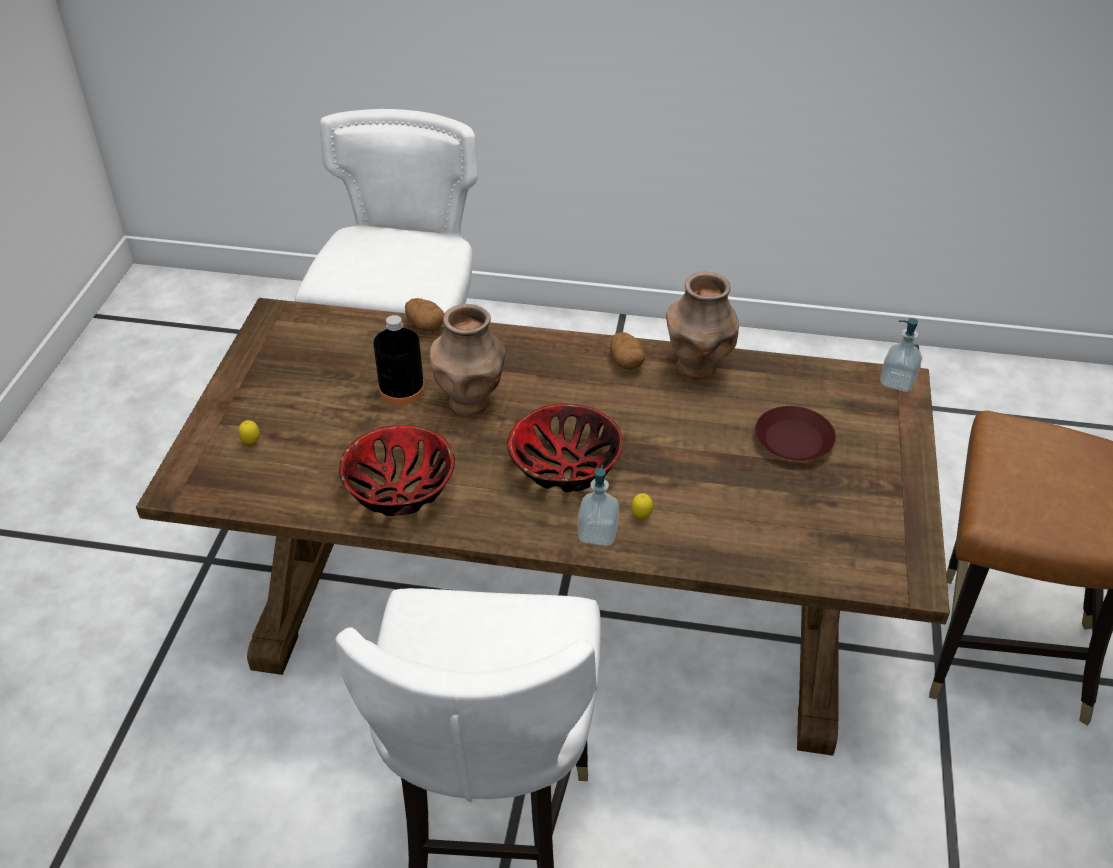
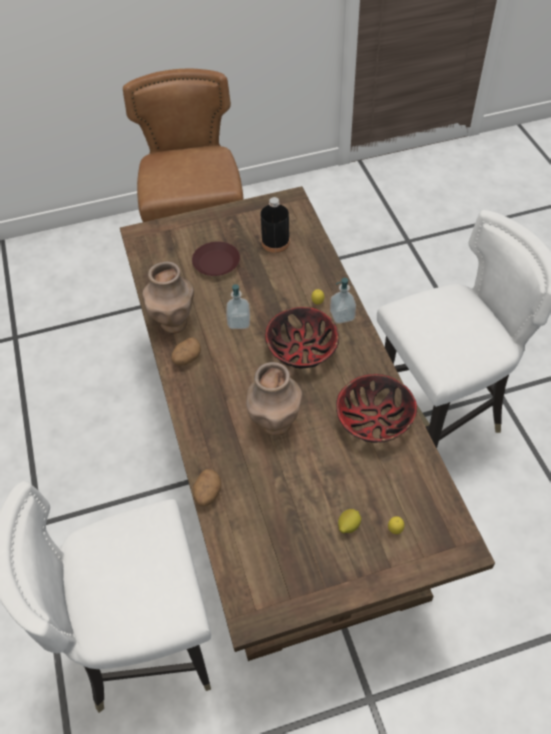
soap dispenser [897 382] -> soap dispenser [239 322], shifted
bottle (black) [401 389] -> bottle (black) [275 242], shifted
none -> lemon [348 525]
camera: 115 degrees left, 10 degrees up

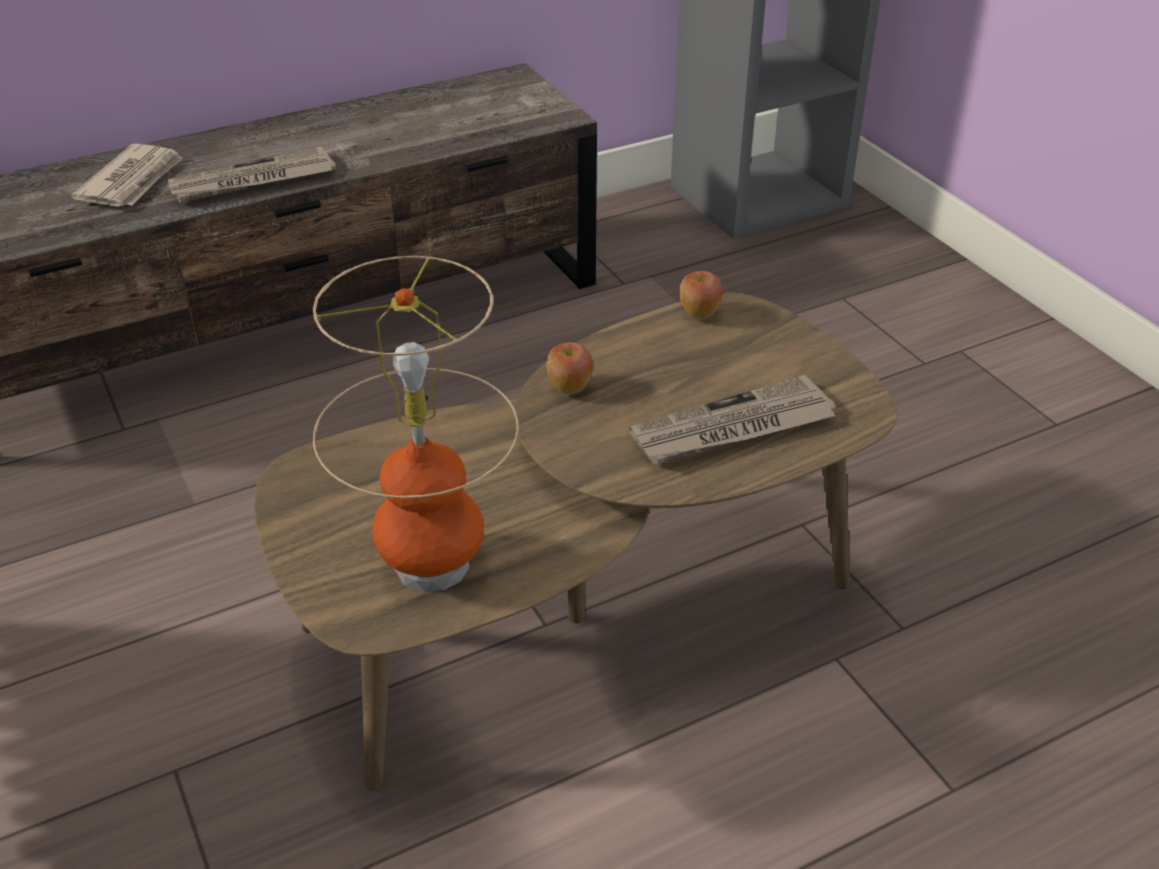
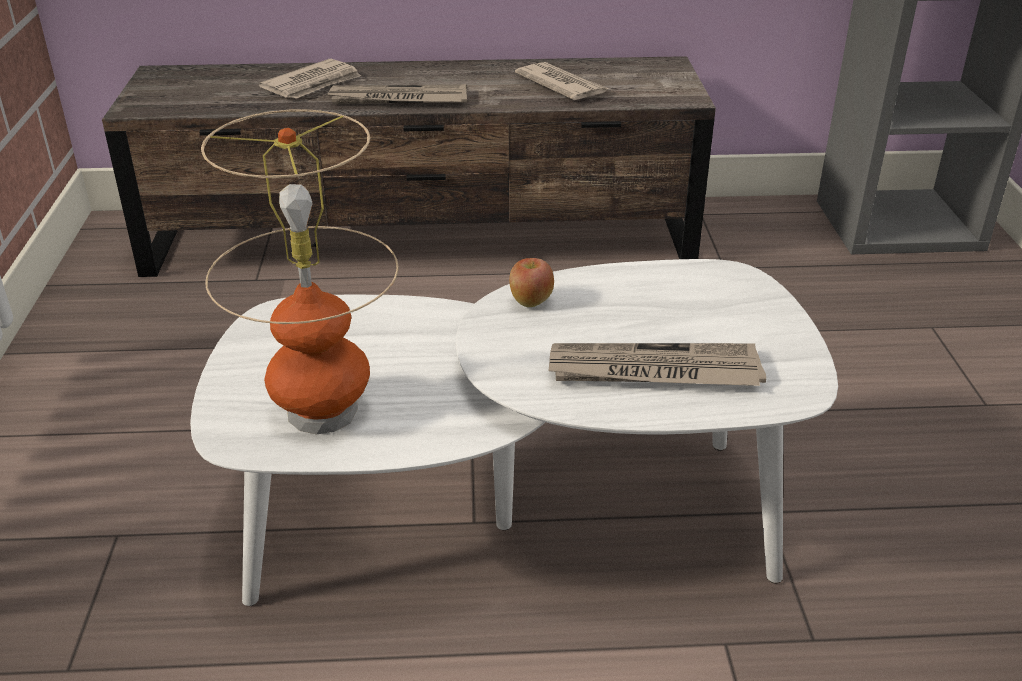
coffee table (brown) [581 610] -> coffee table (white) [512 520]
none -> newspaper [561 85]
apple [698 313] -> none
camera: 25 degrees right, 5 degrees down

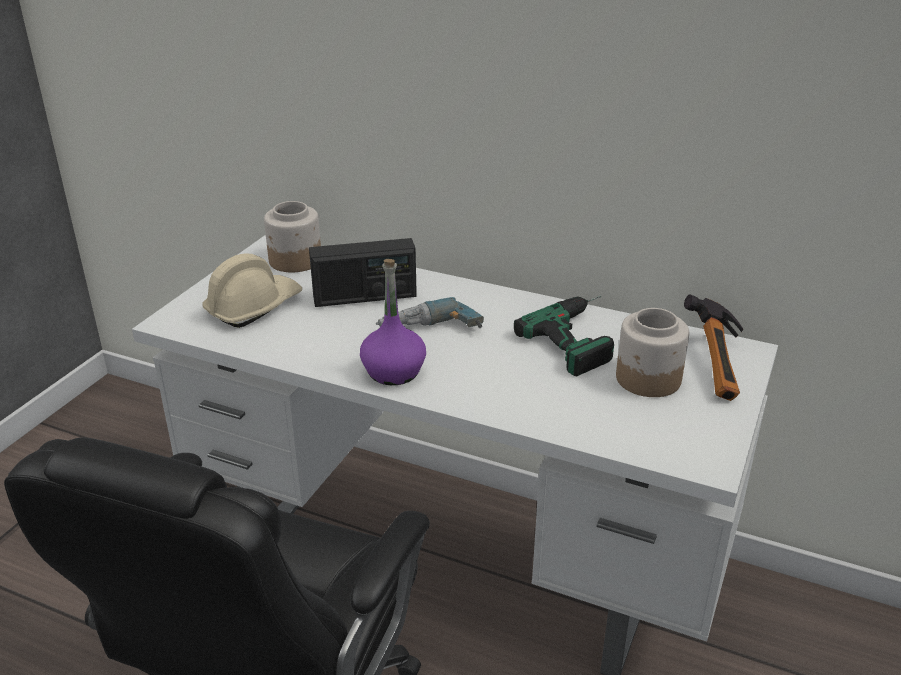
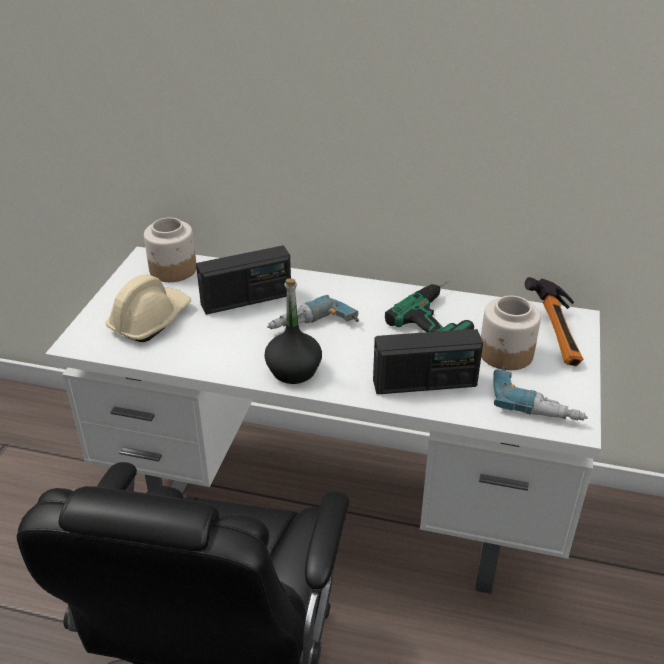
bottle (purple) [393 371] -> bottle (black) [293 370]
none -> radio [424 383]
none -> power drill [537 402]
camera: 10 degrees left, 5 degrees up

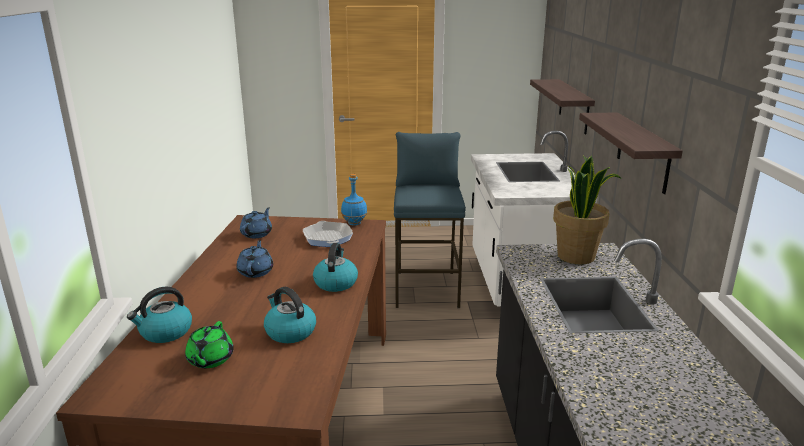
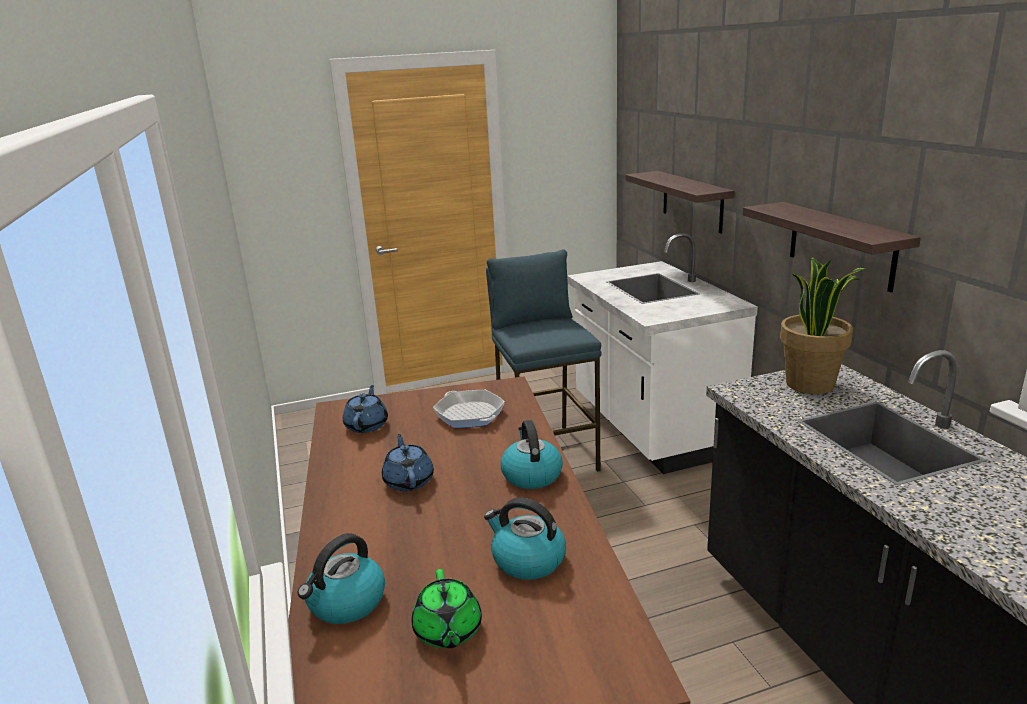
bottle (blue) [354 223] -> none
camera: 15 degrees left, 0 degrees up

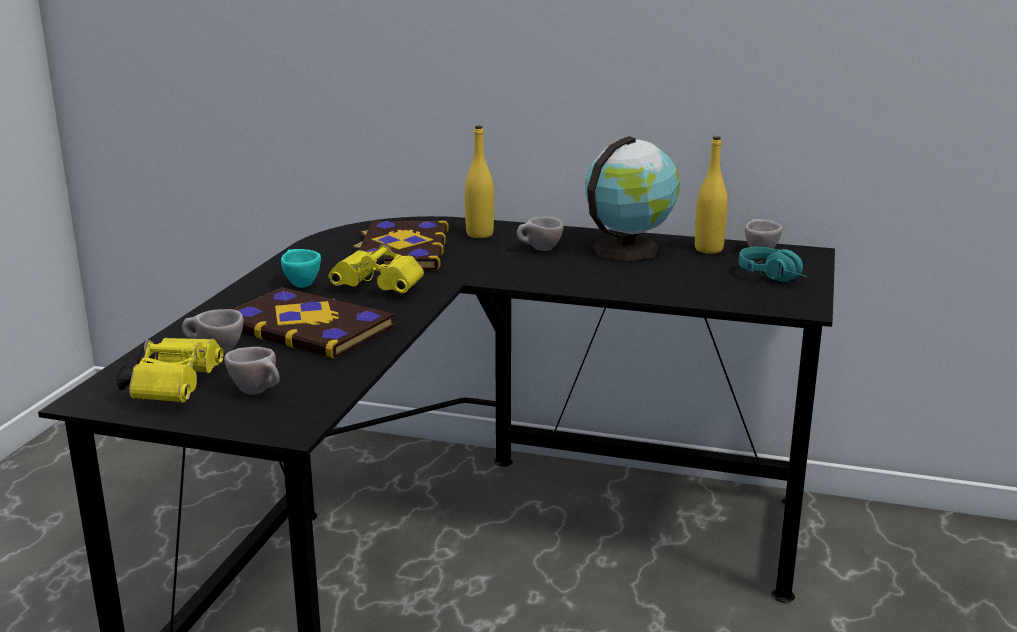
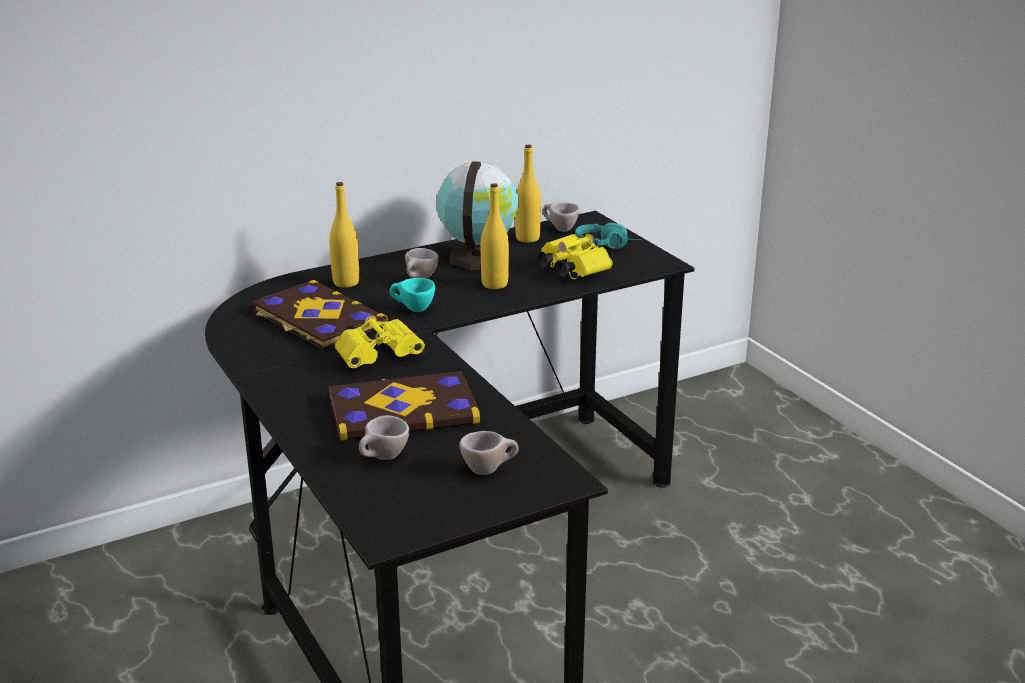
cup (turquoise) [299 284] -> cup (turquoise) [413 310], shifted
none -> bottle (yellow) [494 284]
binoculars (yellow) [175 387] -> binoculars (yellow) [571 269], shifted
camera: 45 degrees left, 5 degrees up

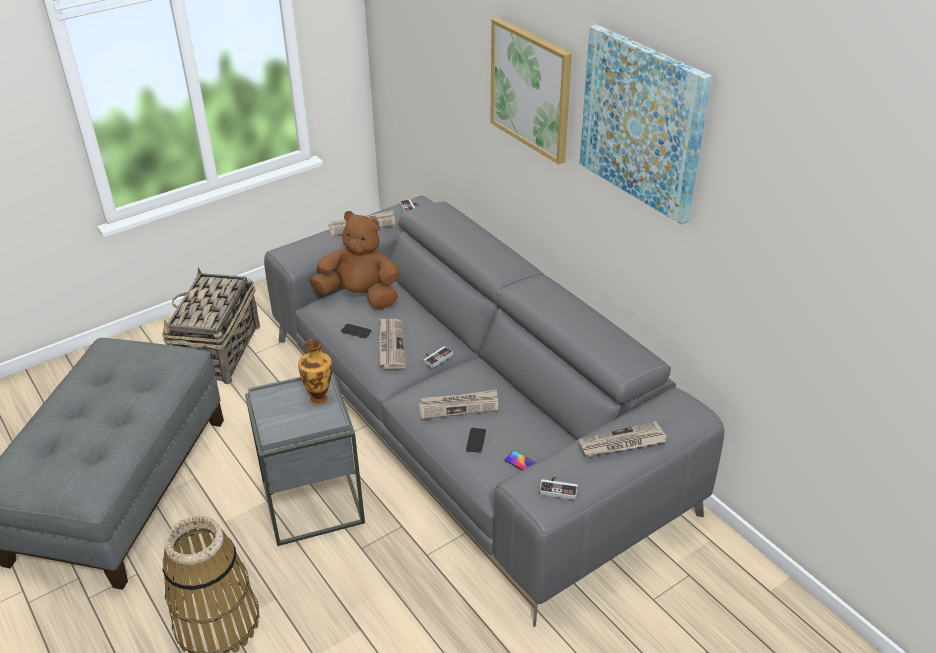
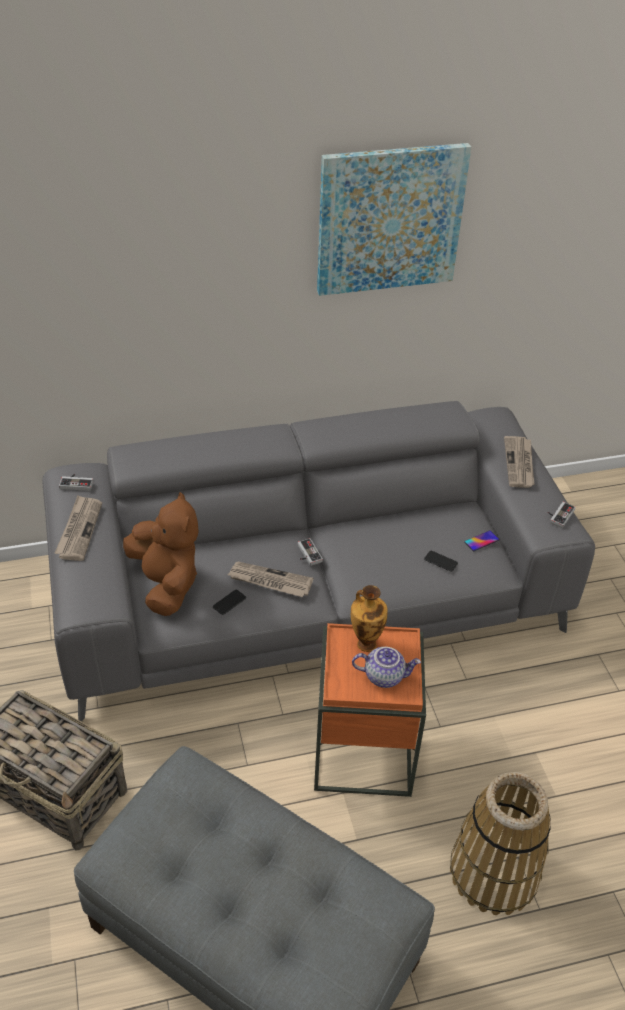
plush toy (brown) [360 296] -> plush toy (brown) [166 584], 120 degrees clockwise
side table (grey) [313 502] -> side table (orange) [363 751]
none -> teapot [384 675]
newspaper [459 406] -> none
picture [531 89] -> none
camera: 70 degrees left, 5 degrees up

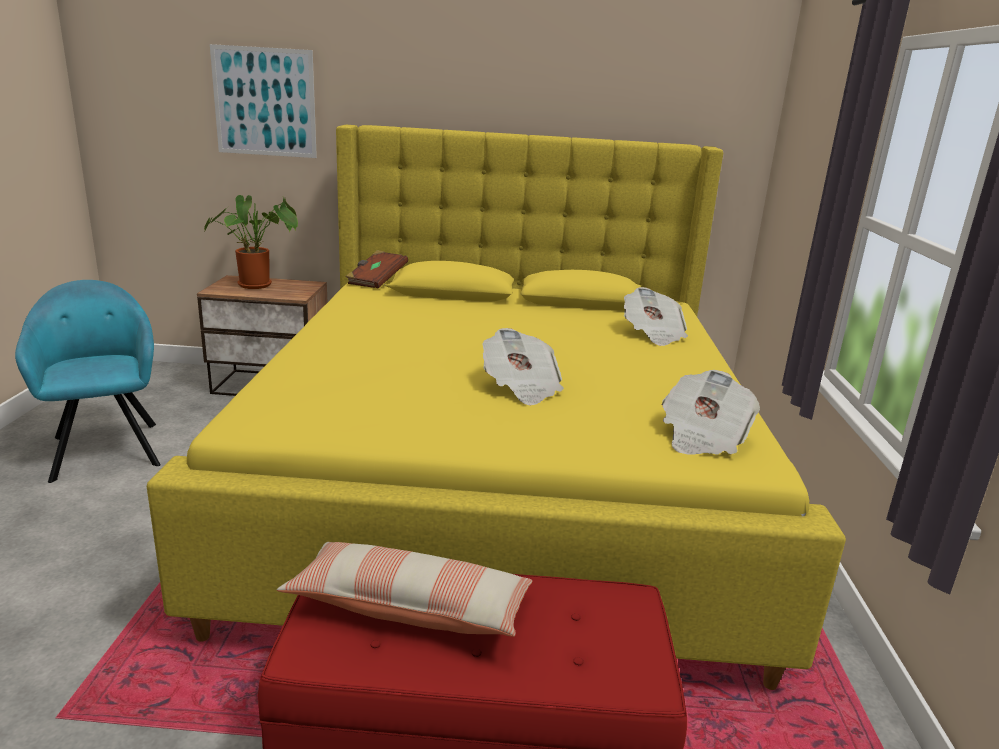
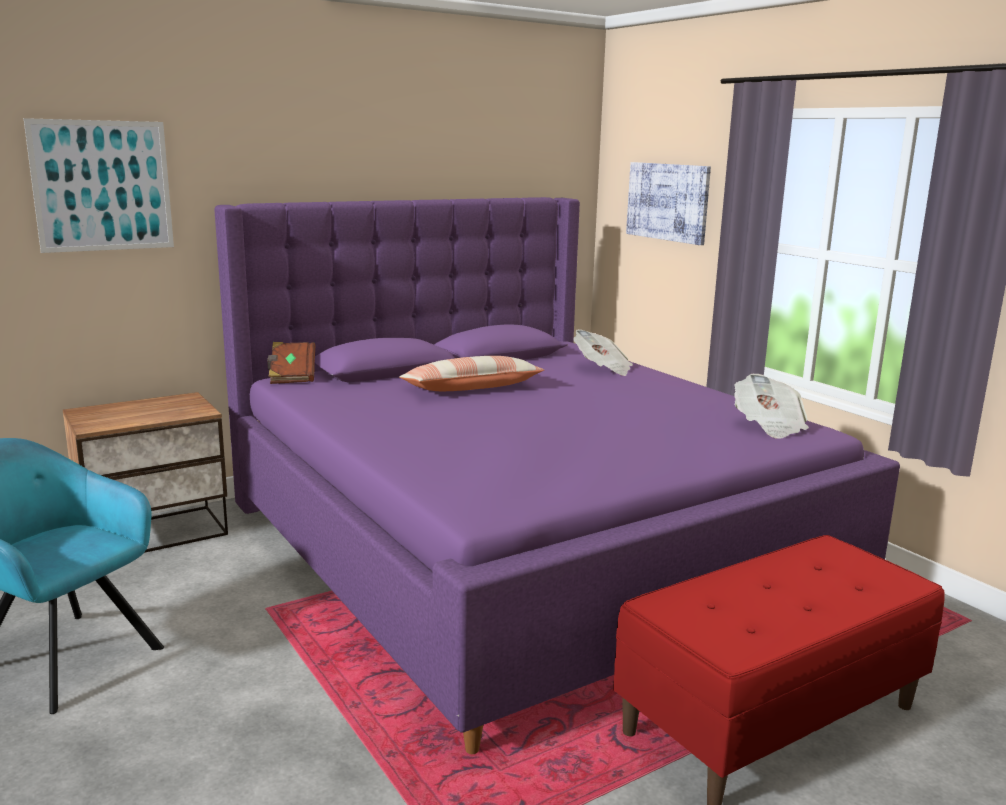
bed (yellow) [503 488] -> bed (purple) [523 546]
pillow [410 607] -> pillow [471 388], shifted
none -> picture [668 202]
potted plant [259 285] -> none
newspaper [521 387] -> none
camera: 35 degrees left, 5 degrees down

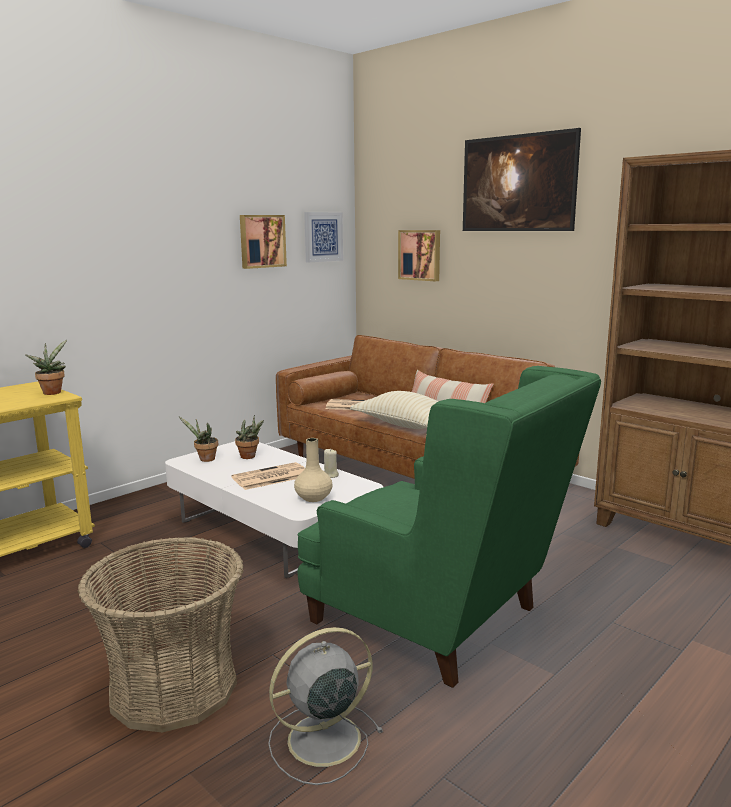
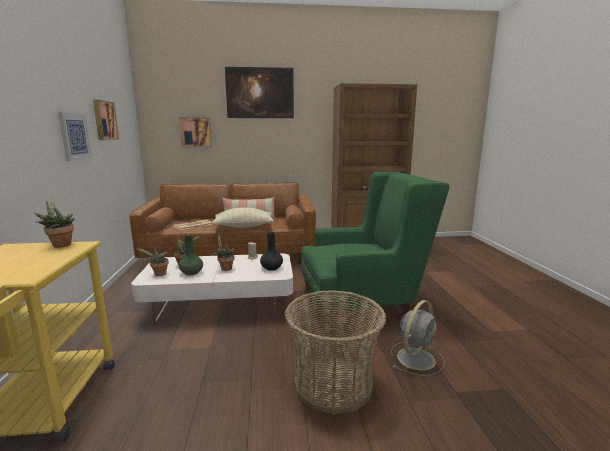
picture [323 237] -> picture [74 136], shifted
none -> vase (green) [191 273]
newspaper [270 477] -> potted plant [225 268]
vase (beige) [313 498] -> vase (black) [271 268]
fan (grey) [321 740] -> fan (grey) [416 358], 150 degrees counterclockwise
camera: 50 degrees left, 0 degrees up

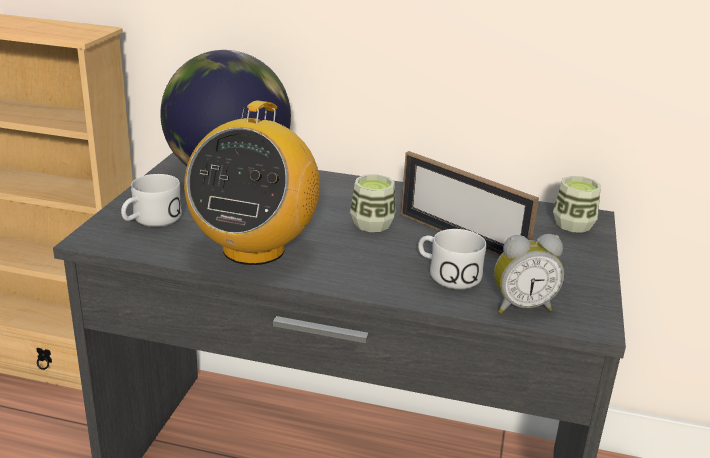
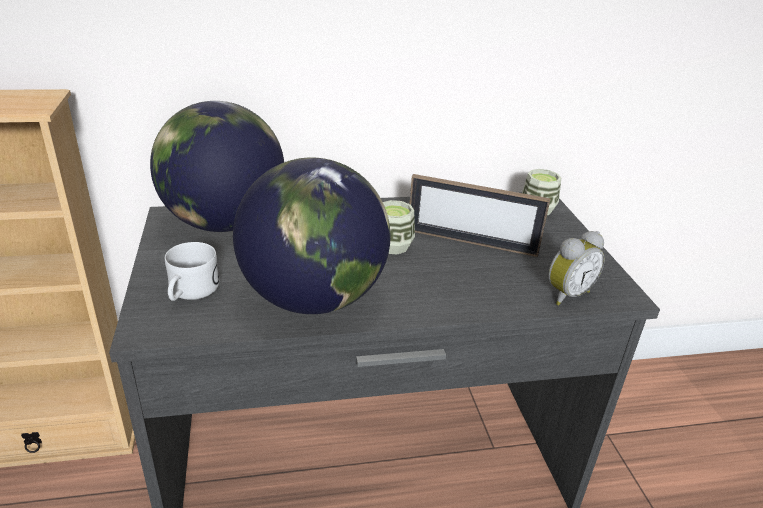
radio [254 249] -> globe [314 298]
mug (white) [447 274] -> none
camera: 25 degrees left, 5 degrees up

